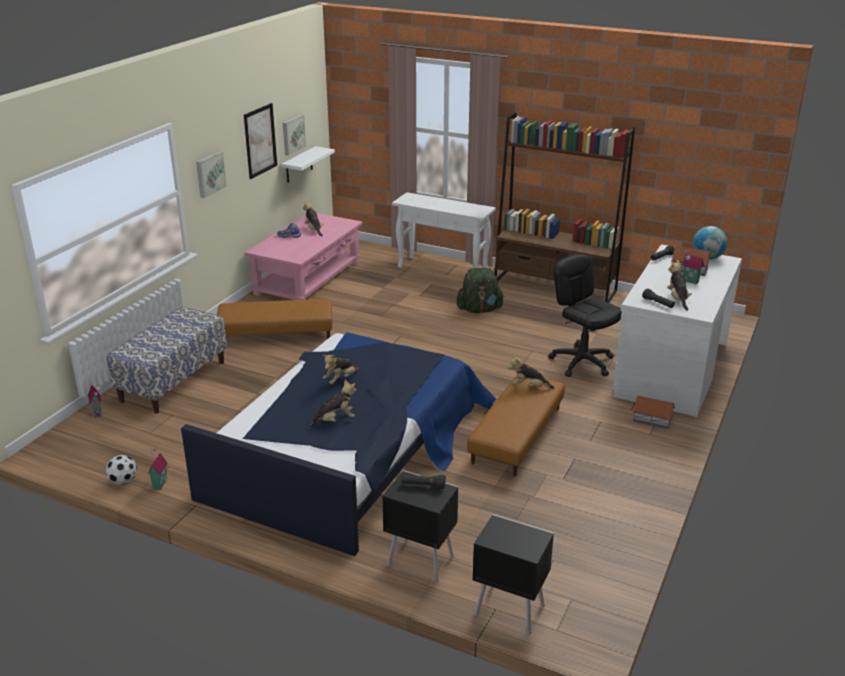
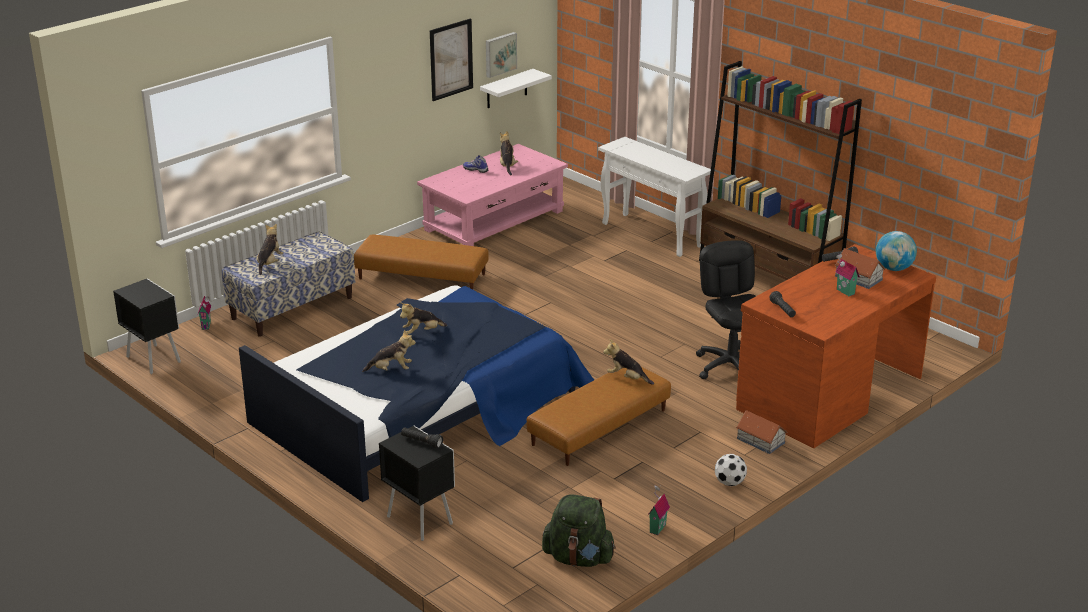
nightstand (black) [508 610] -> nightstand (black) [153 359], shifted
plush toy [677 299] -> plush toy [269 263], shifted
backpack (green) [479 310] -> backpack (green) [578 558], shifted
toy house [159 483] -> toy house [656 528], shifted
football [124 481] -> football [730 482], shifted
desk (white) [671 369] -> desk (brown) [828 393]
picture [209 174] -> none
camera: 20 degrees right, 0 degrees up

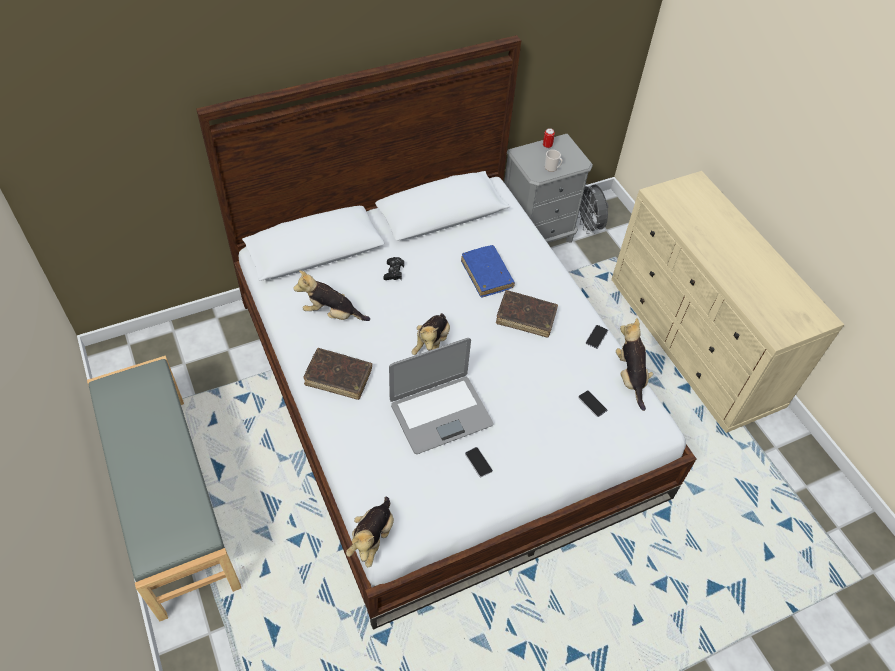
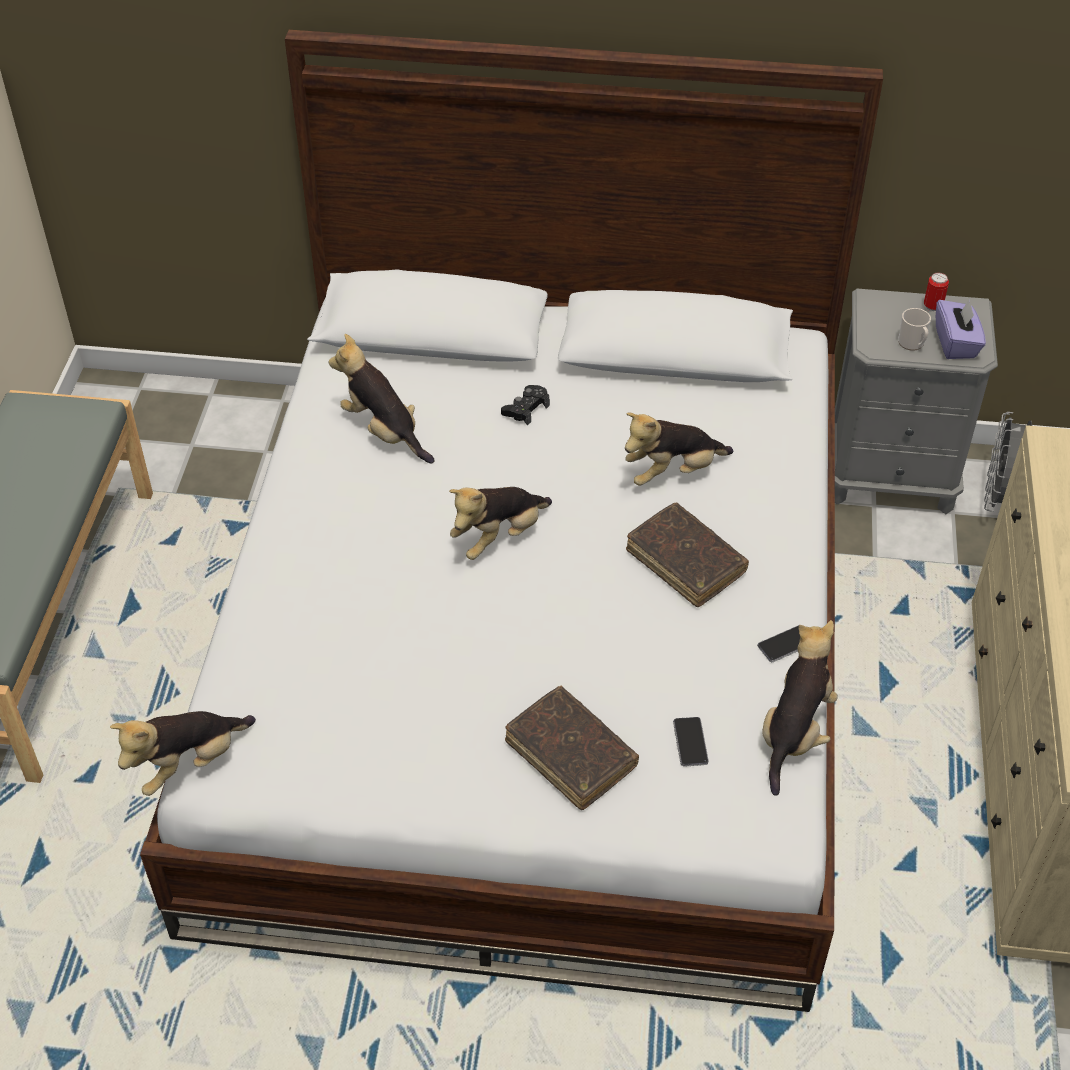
book (brown) [338 377] -> book (brown) [570 755], shifted
book (blue) [486 275] -> plush toy [672 472]
none -> tissue box (purple) [956 343]
laptop [440 413] -> none
phone [478 462] -> none
camera: 35 degrees right, 5 degrees down

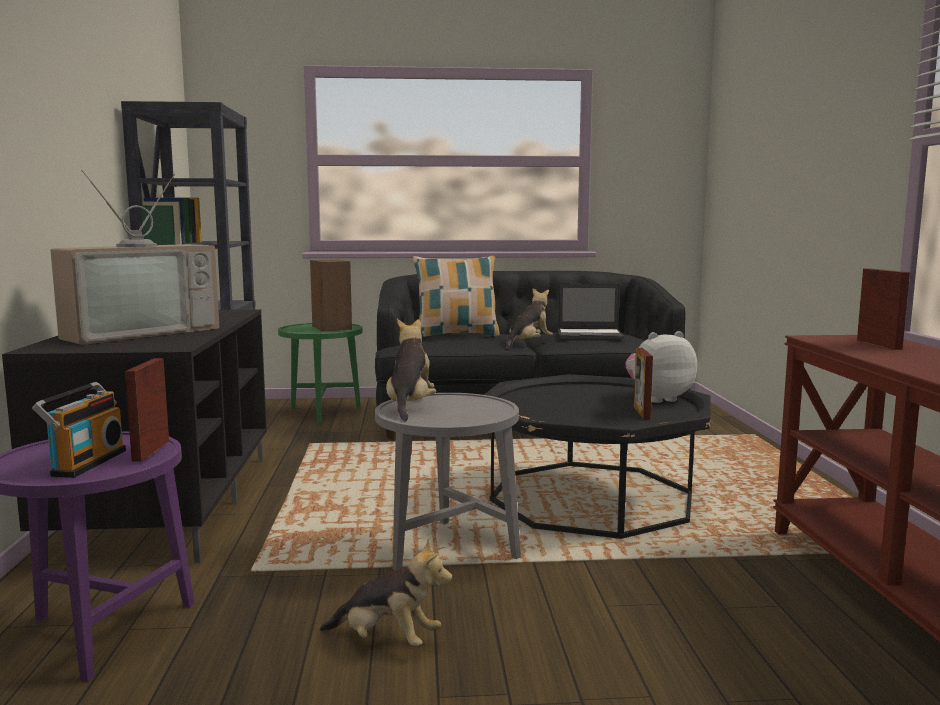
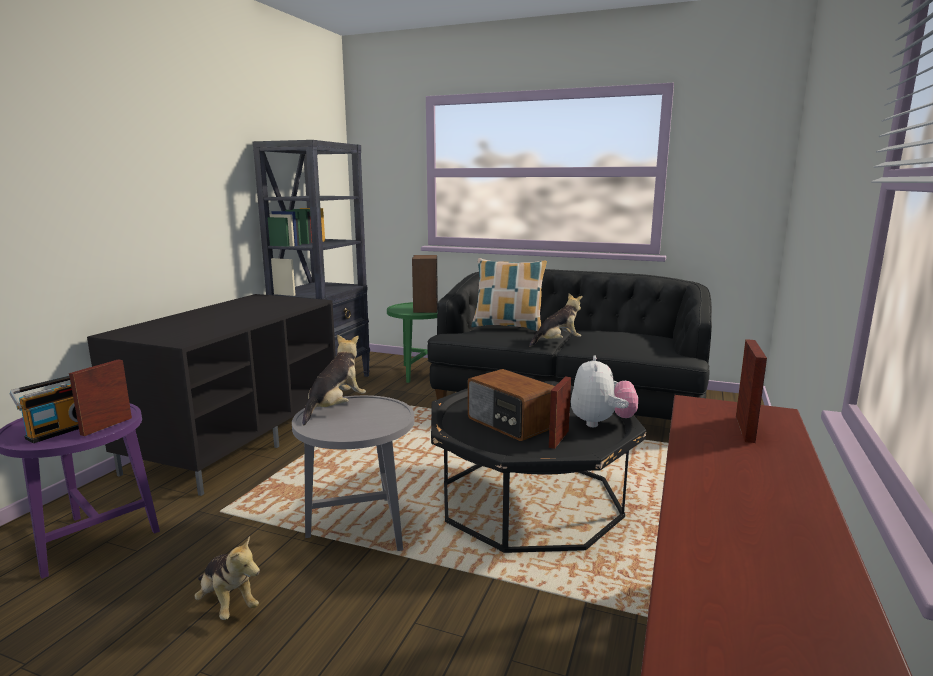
none -> radio [509 424]
plush toy [658 399] -> plush toy [601 423], 90 degrees clockwise
television [139 332] -> none
laptop [590 335] -> none
camera: 25 degrees right, 5 degrees up

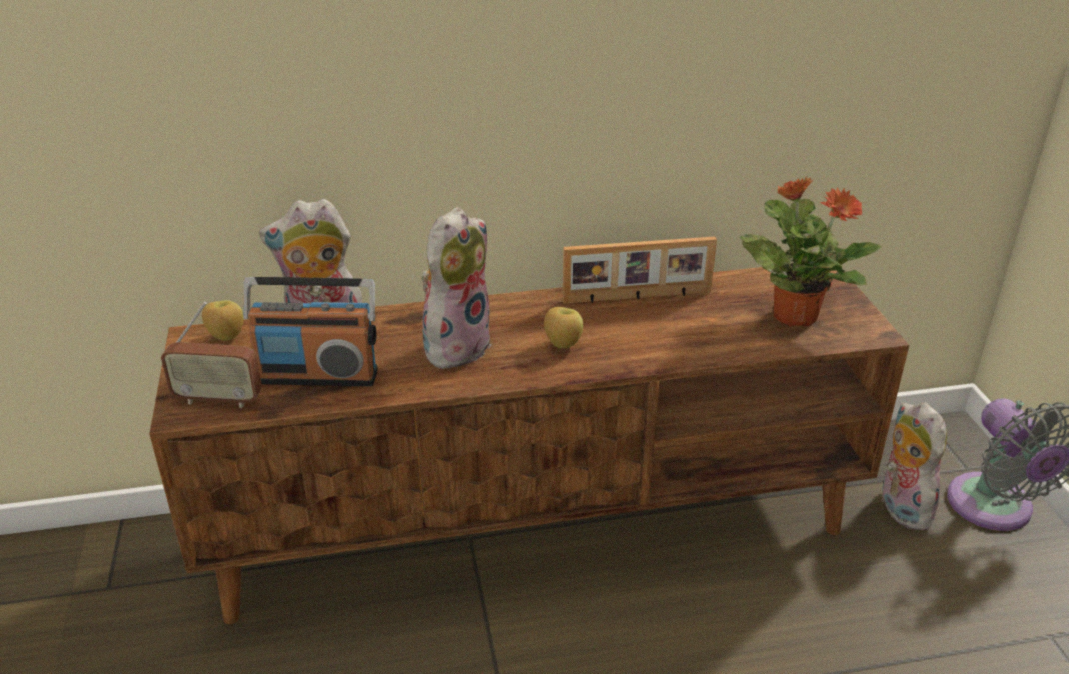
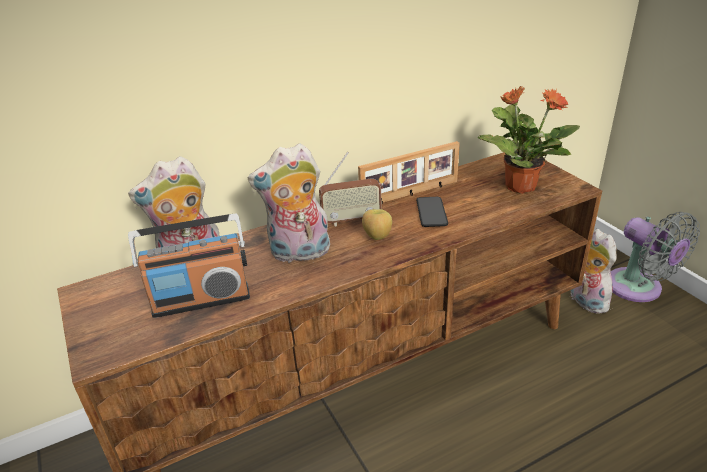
plush toy [456 345] -> plush toy [299 254], 120 degrees counterclockwise
radio [218 399] -> radio [351 220], shifted
none -> phone [431 212]
apple [226 337] -> none
camera: 15 degrees left, 0 degrees up

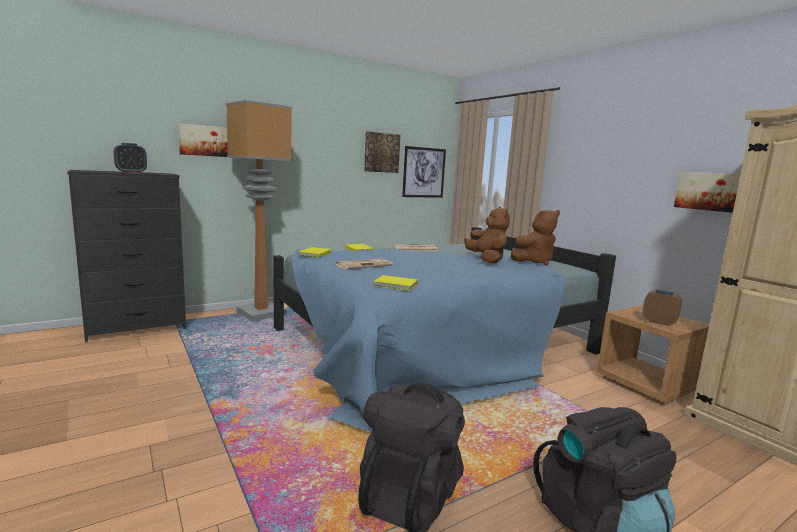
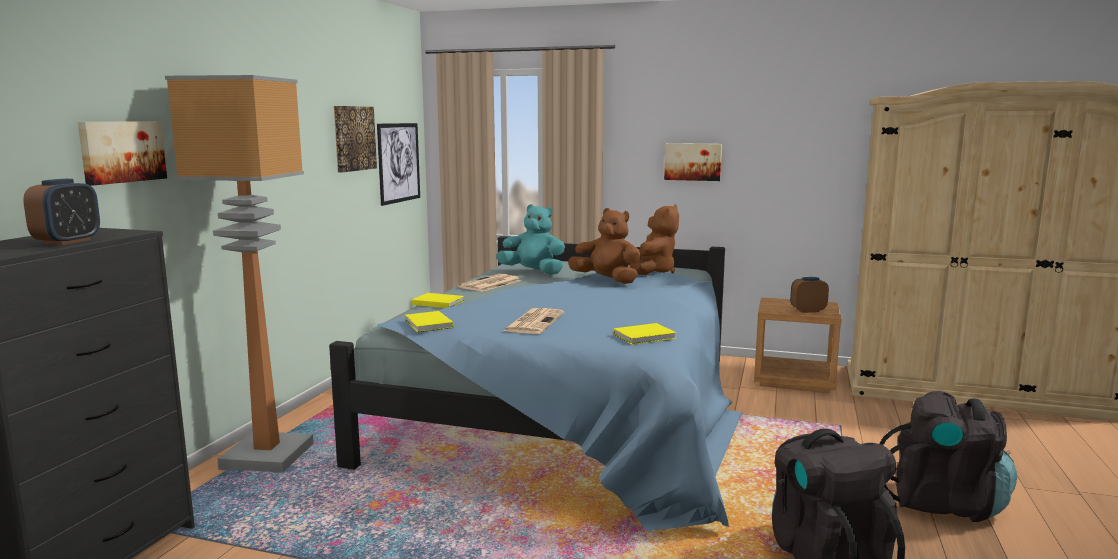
none -> plush toy (turquoise) [533 272]
picture [708 191] -> picture [693 161], shifted
camera: 40 degrees left, 0 degrees up

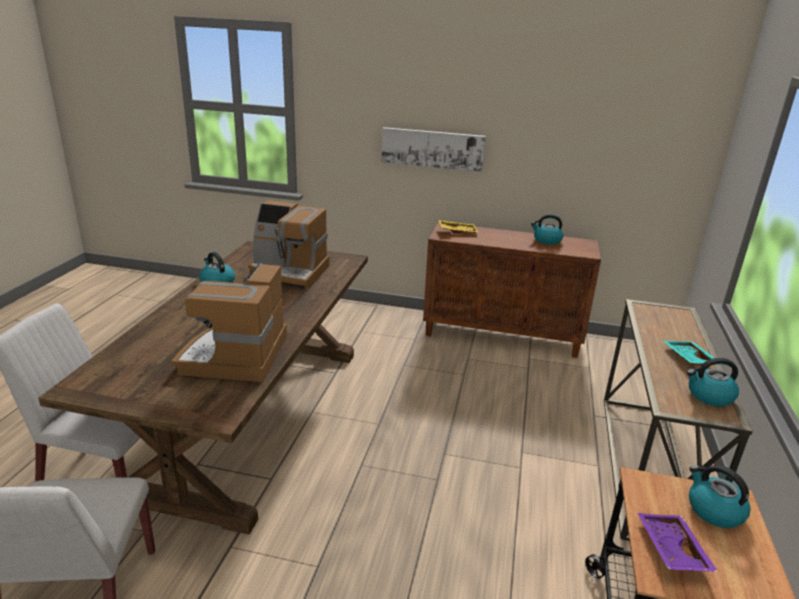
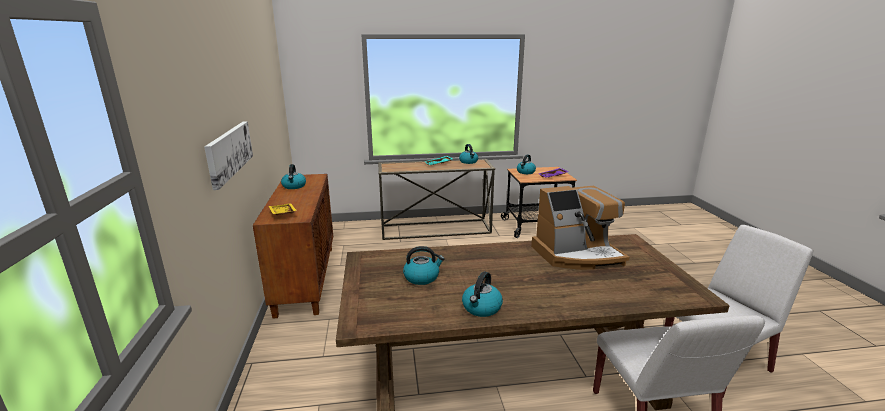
coffee machine [289 273] -> kettle [422 277]
camera: 110 degrees left, 5 degrees down

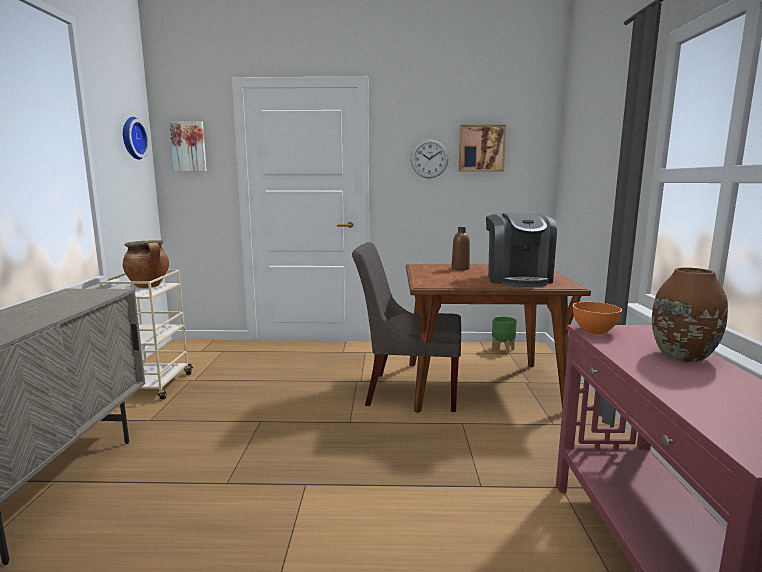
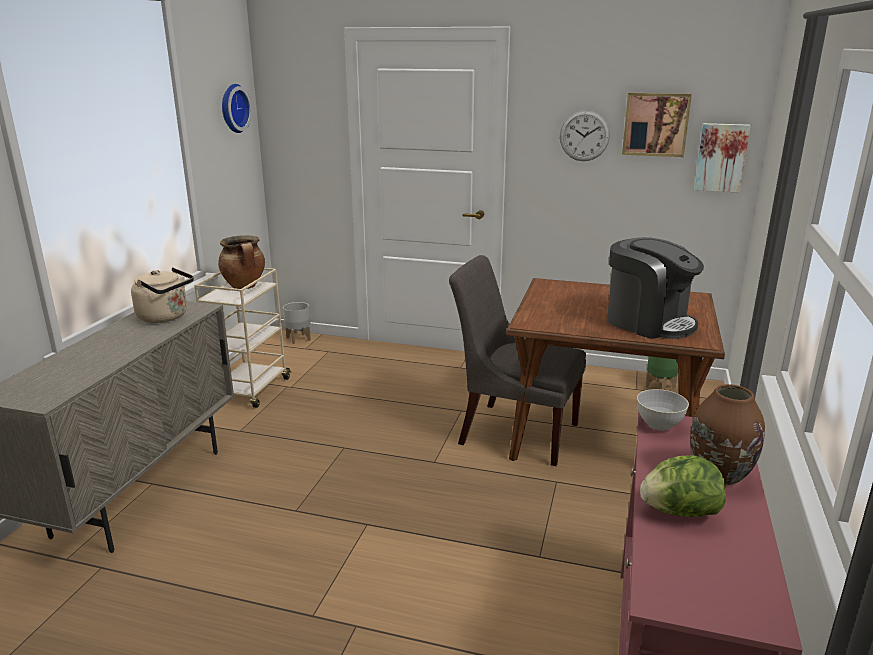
none -> kettle (beige) [166 317]
none -> planter (grey) [299 339]
coffee machine [517 279] -> coffee machine [648 322], 60 degrees counterclockwise
bowl (orange) [594 331] -> bowl (grey) [659 424]
none -> lettuce [679 512]
picture [189 146] -> picture [721 157], shifted
bottle (brown) [460 268] -> none
camera: 15 degrees right, 10 degrees up

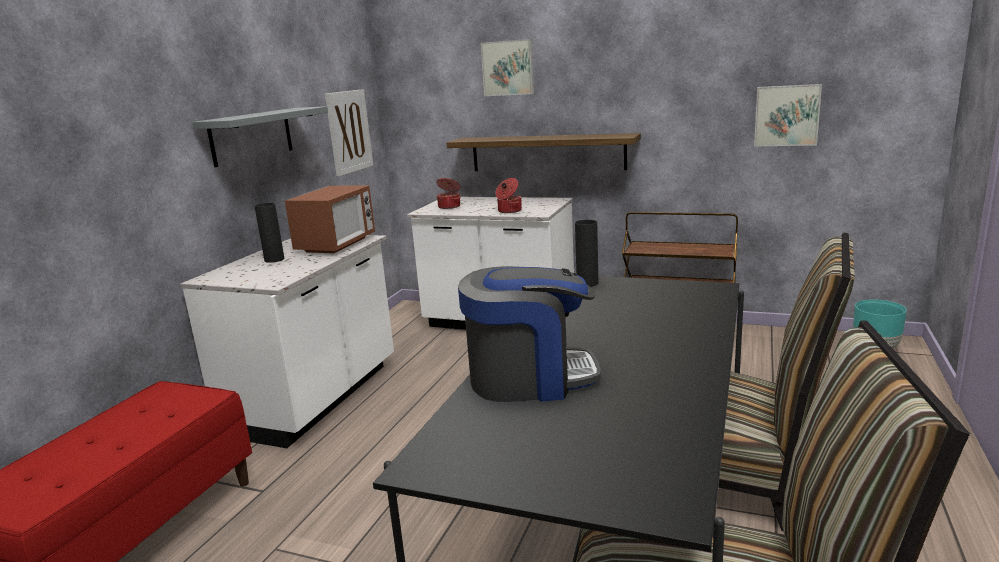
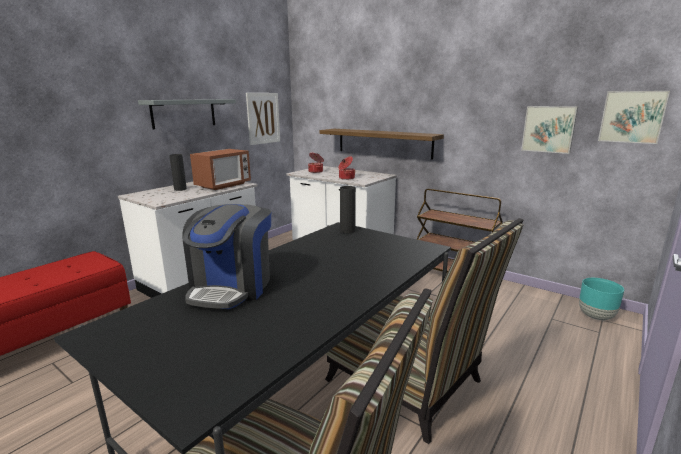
coffee machine [530 378] -> coffee machine [232 287], 90 degrees clockwise
picture [508 68] -> picture [632 117], shifted
camera: 15 degrees right, 0 degrees up

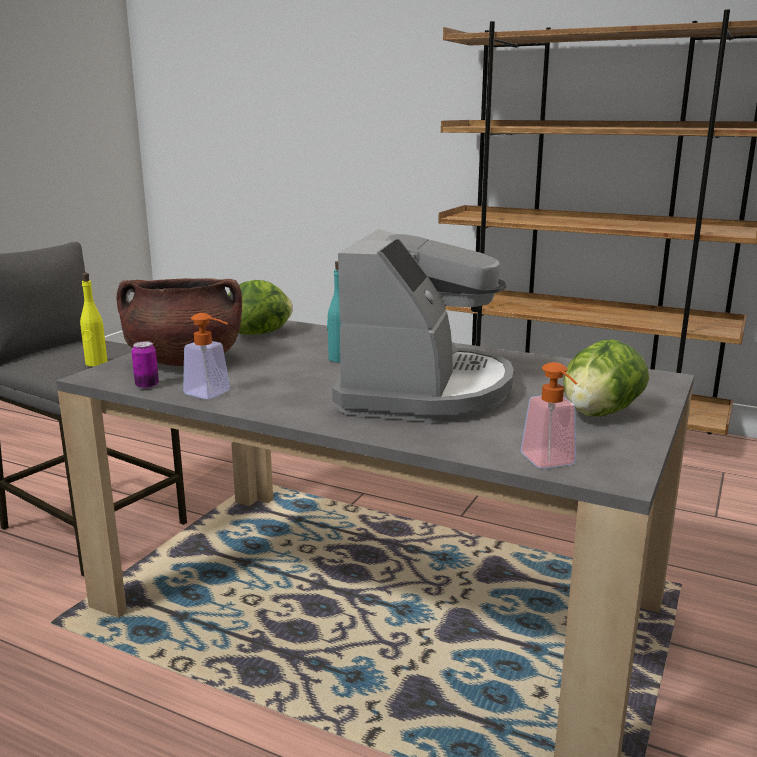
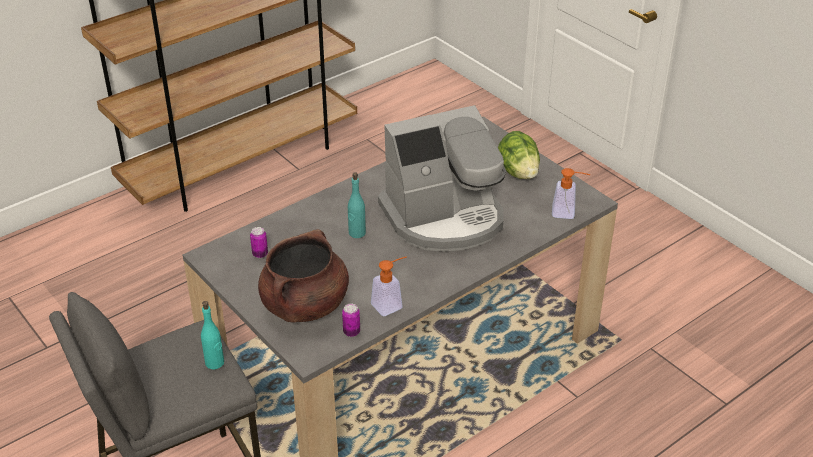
bottle (yellow) [96 363] -> bottle (turquoise) [215 363]
lettuce [261 333] -> can [260 254]
coffee machine [424 391] -> coffee machine [444 218], 120 degrees clockwise
camera: 65 degrees left, 20 degrees up

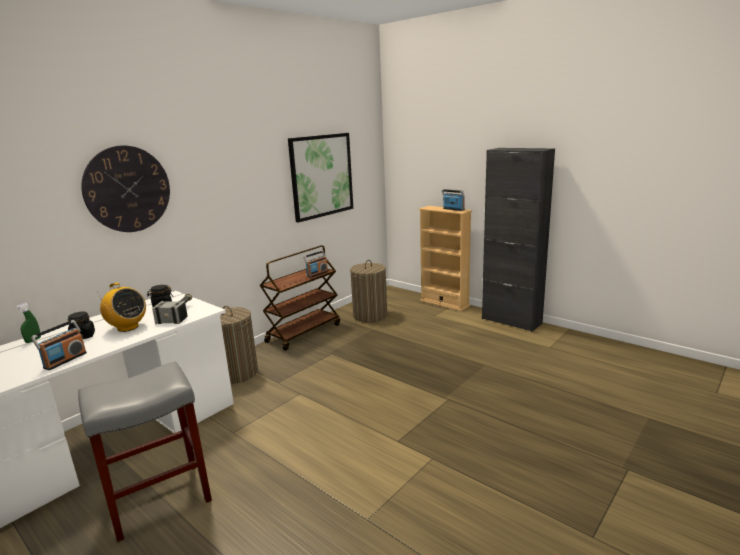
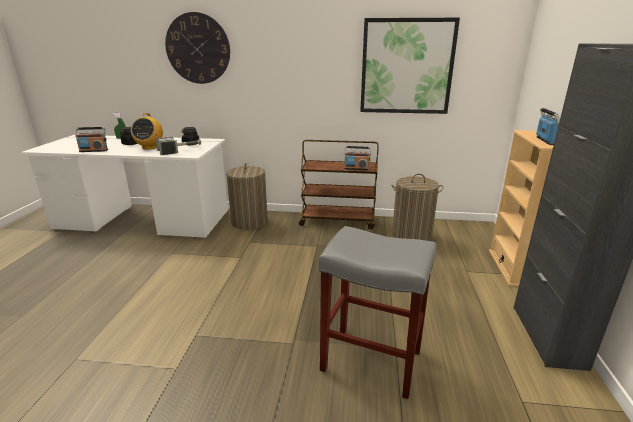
stool (grey) [158 501] -> stool (grey) [369 360], shifted
camera: 55 degrees right, 5 degrees up

